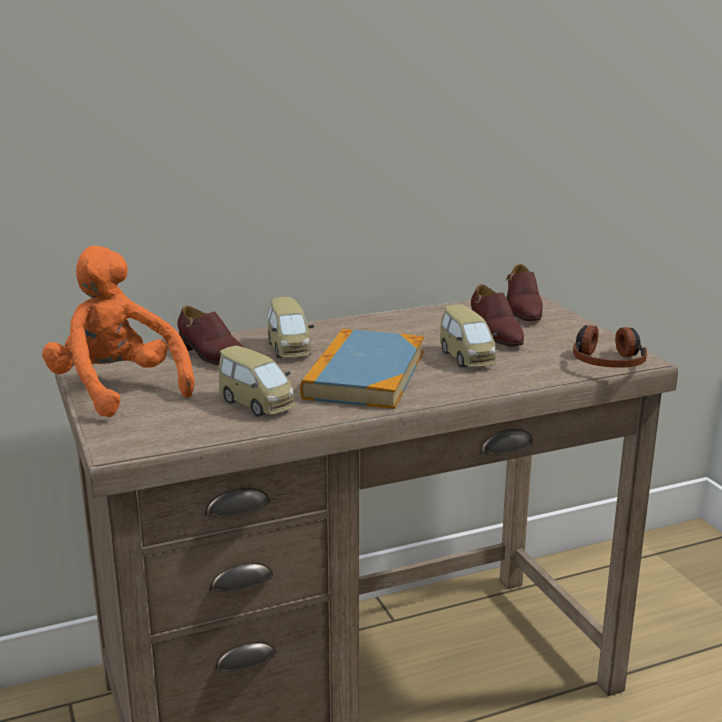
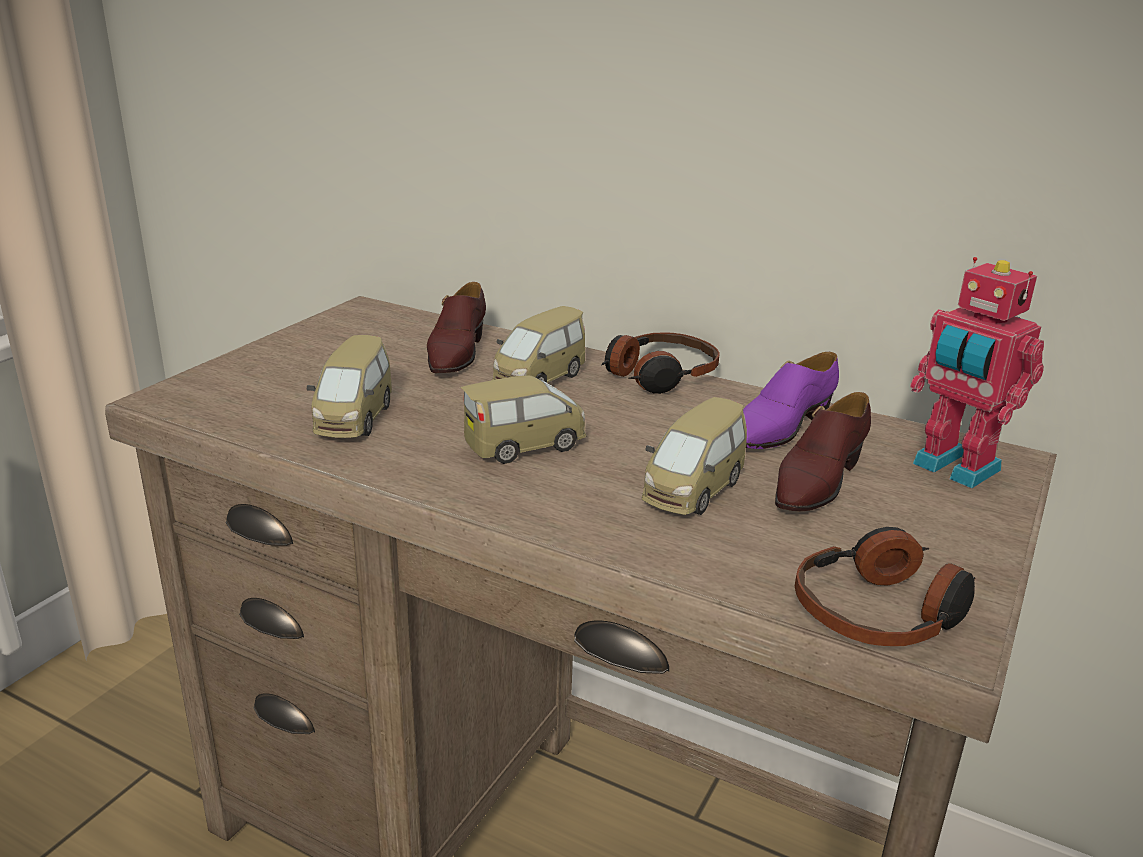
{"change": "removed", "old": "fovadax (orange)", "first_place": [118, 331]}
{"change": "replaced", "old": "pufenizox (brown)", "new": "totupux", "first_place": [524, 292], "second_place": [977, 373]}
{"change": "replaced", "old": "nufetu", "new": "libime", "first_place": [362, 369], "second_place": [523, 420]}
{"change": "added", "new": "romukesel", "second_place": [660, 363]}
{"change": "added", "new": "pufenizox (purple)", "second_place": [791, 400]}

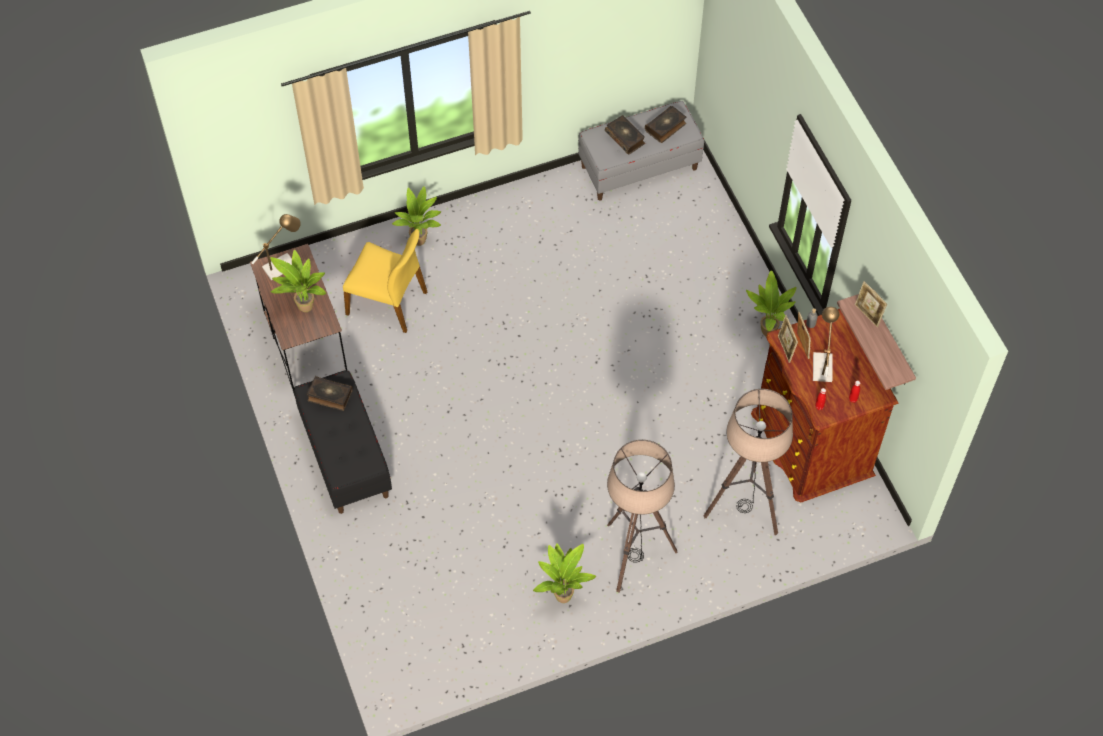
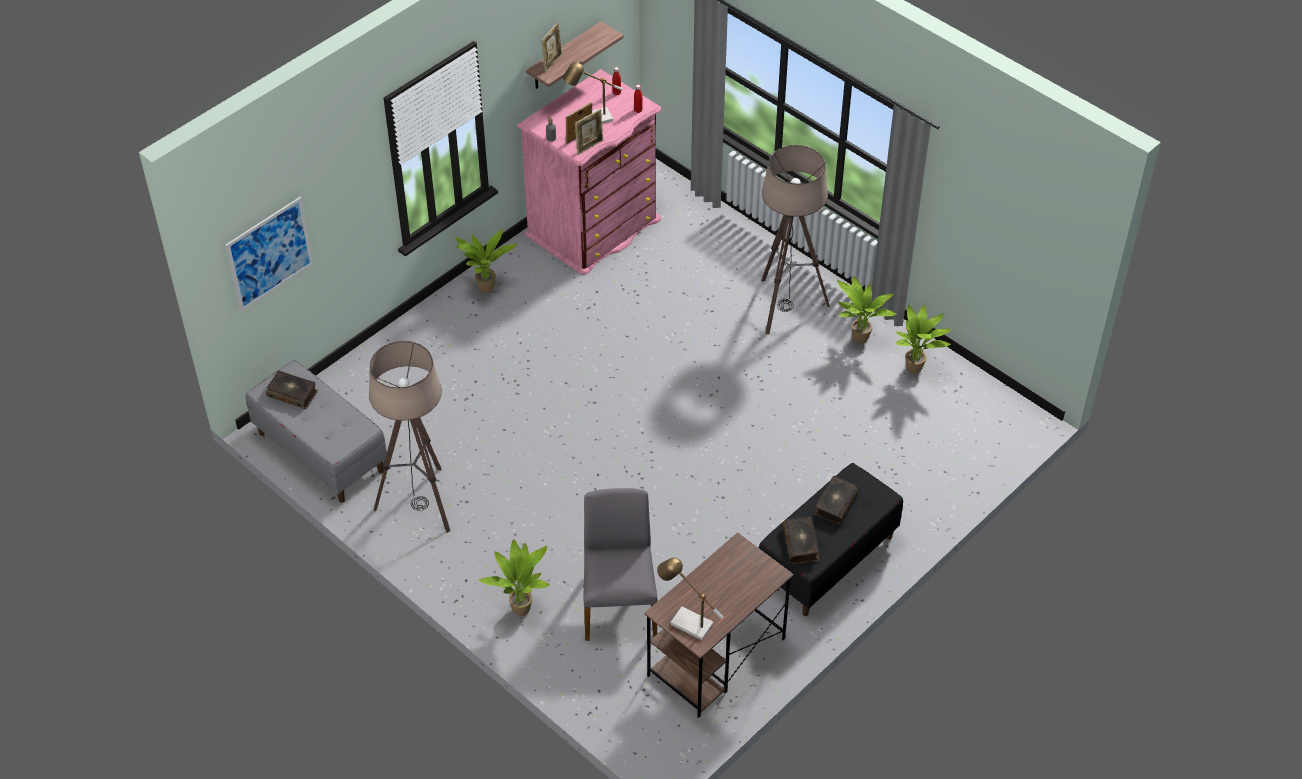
{"change": "moved", "old": "nufetu", "first_place": [625, 134], "second_place": [837, 500]}
{"change": "recoloured", "old": "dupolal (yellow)", "new": "dupolal (grey)", "first_place": [385, 281], "second_place": [620, 564]}
{"change": "moved", "old": "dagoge", "first_place": [298, 281], "second_place": [923, 339]}
{"change": "recoloured", "old": "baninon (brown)", "new": "baninon (pink)", "first_place": [825, 405], "second_place": [589, 172]}
{"change": "moved", "old": "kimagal", "first_place": [748, 462], "second_place": [409, 437]}
{"change": "added", "new": "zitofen", "second_place": [269, 254]}

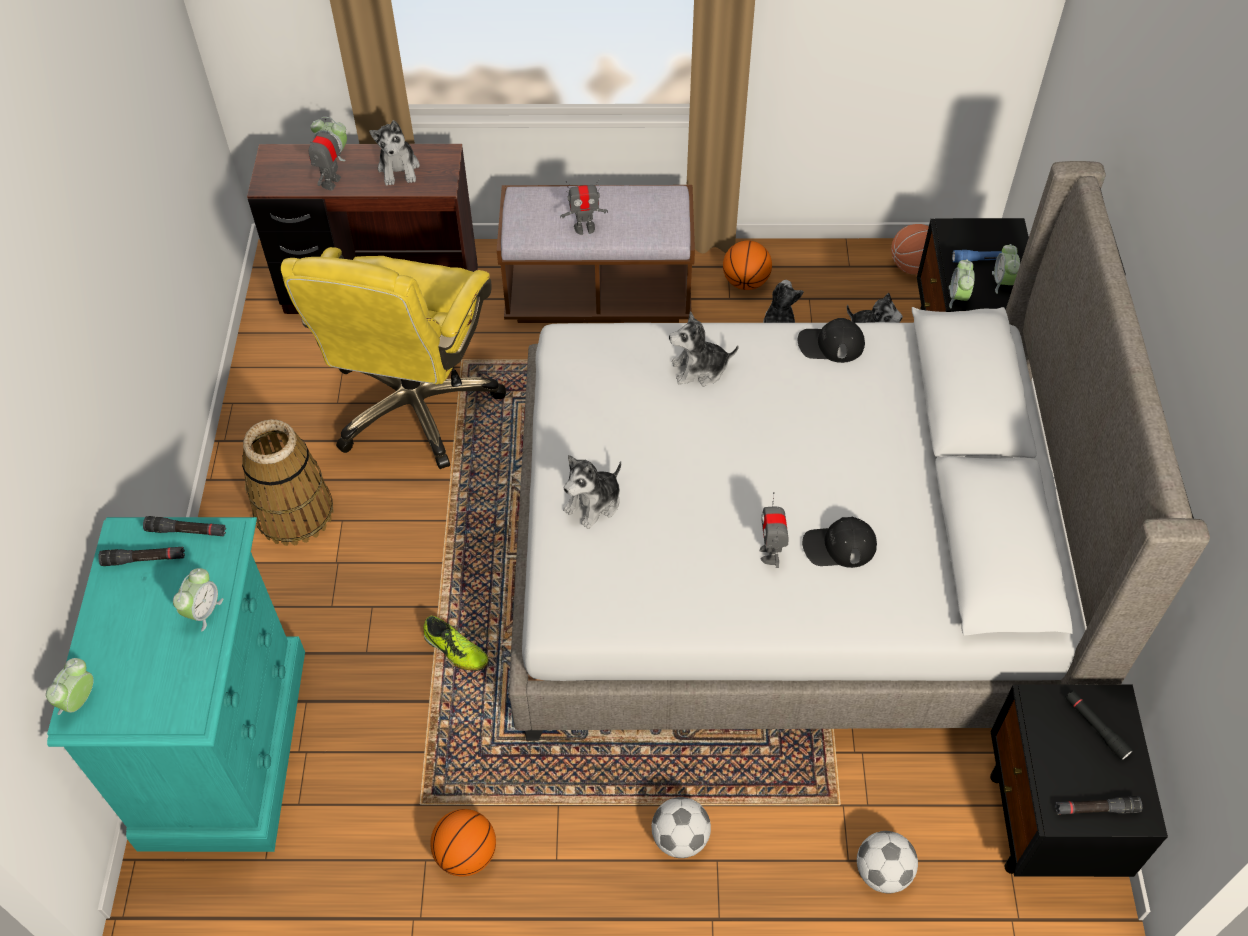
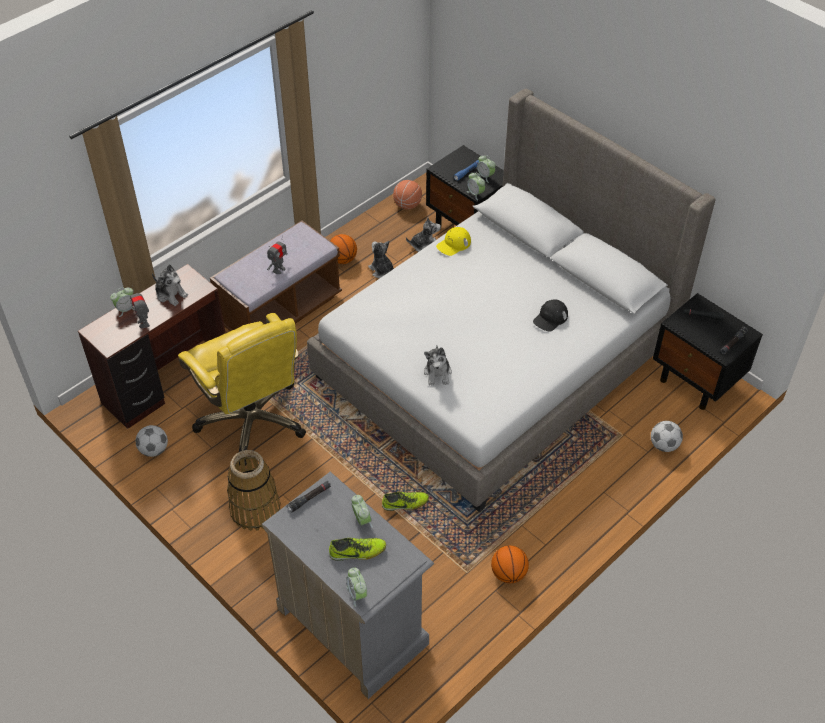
{"change": "removed", "old": "fovadax", "first_place": [704, 348]}
{"change": "recoloured", "old": "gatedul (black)", "new": "gatedul (yellow)", "first_place": [831, 340], "second_place": [453, 241]}
{"change": "removed", "old": "totupux", "first_place": [774, 530]}
{"change": "recoloured", "old": "baninon (turquoise)", "new": "baninon (grey)", "first_place": [176, 684], "second_place": [347, 585]}
{"change": "removed", "old": "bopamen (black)", "first_place": [141, 556]}
{"change": "moved", "old": "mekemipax", "first_place": [681, 827], "second_place": [151, 441]}
{"change": "added", "new": "pufenizox", "second_place": [357, 549]}

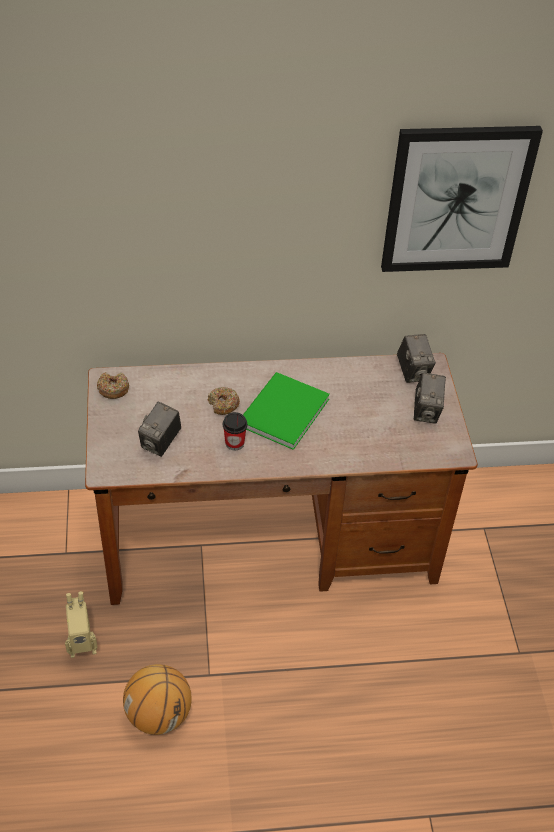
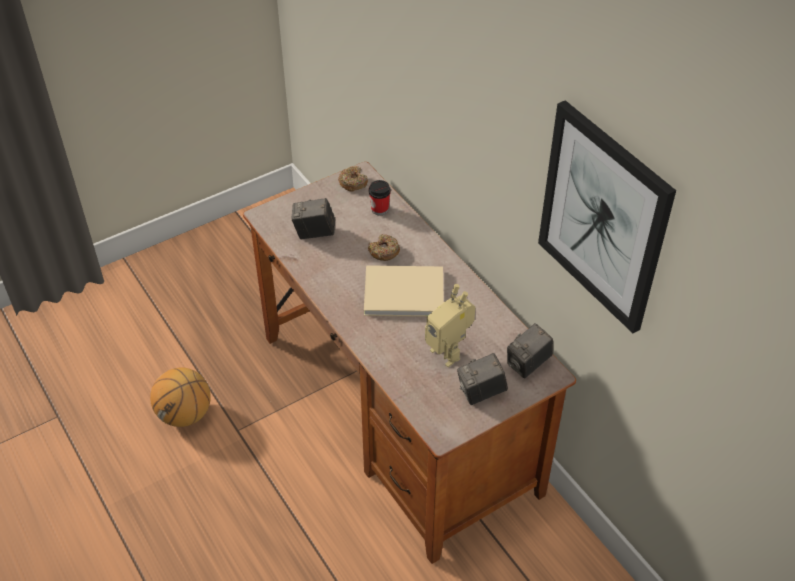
{"change": "recoloured", "old": "nufetu (green)", "new": "nufetu (beige)", "first_place": [286, 411], "second_place": [404, 291]}
{"change": "moved", "old": "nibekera", "first_place": [235, 431], "second_place": [380, 197]}
{"change": "moved", "old": "totupux", "first_place": [81, 624], "second_place": [450, 325]}

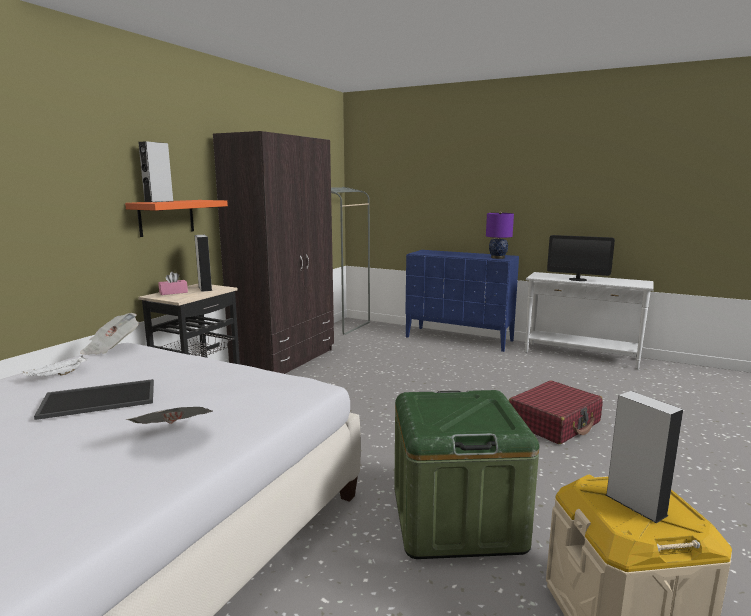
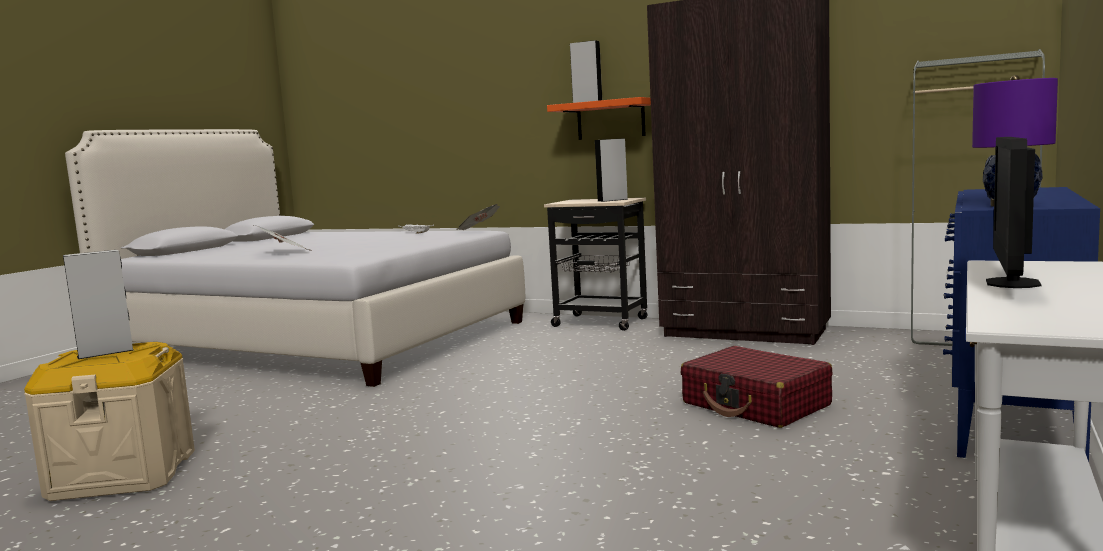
{"change": "removed", "old": "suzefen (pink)", "first_place": [173, 283]}
{"change": "removed", "old": "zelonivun", "first_place": [94, 399]}
{"change": "moved", "old": "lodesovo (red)", "first_place": [556, 412], "second_place": [757, 387]}
{"change": "removed", "old": "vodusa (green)", "first_place": [466, 474]}

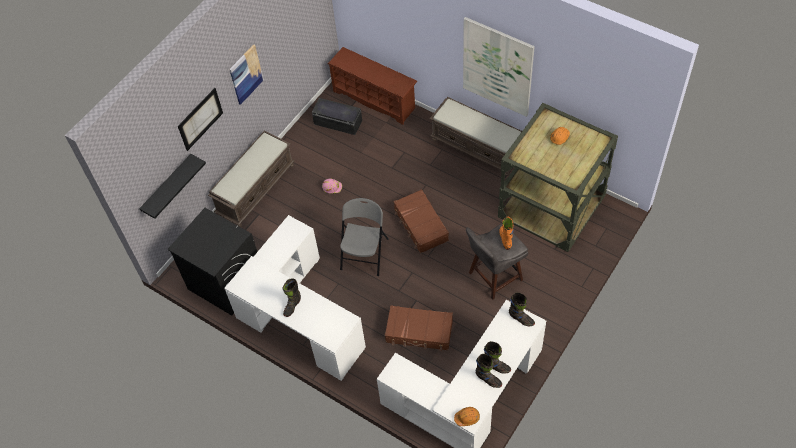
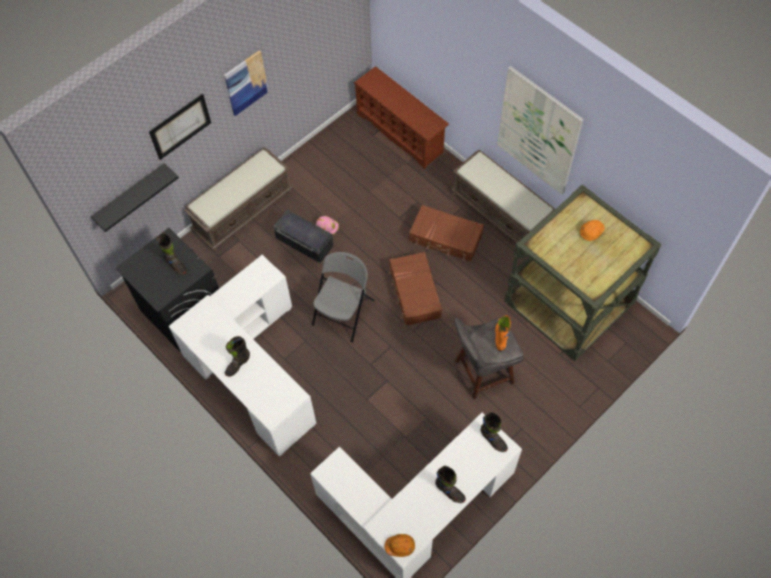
{"change": "moved", "old": "vodusa (black)", "first_place": [337, 116], "second_place": [303, 236]}
{"change": "moved", "old": "lodesovo (brown)", "first_place": [419, 328], "second_place": [446, 233]}
{"change": "moved", "old": "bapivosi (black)", "first_place": [489, 371], "second_place": [172, 253]}

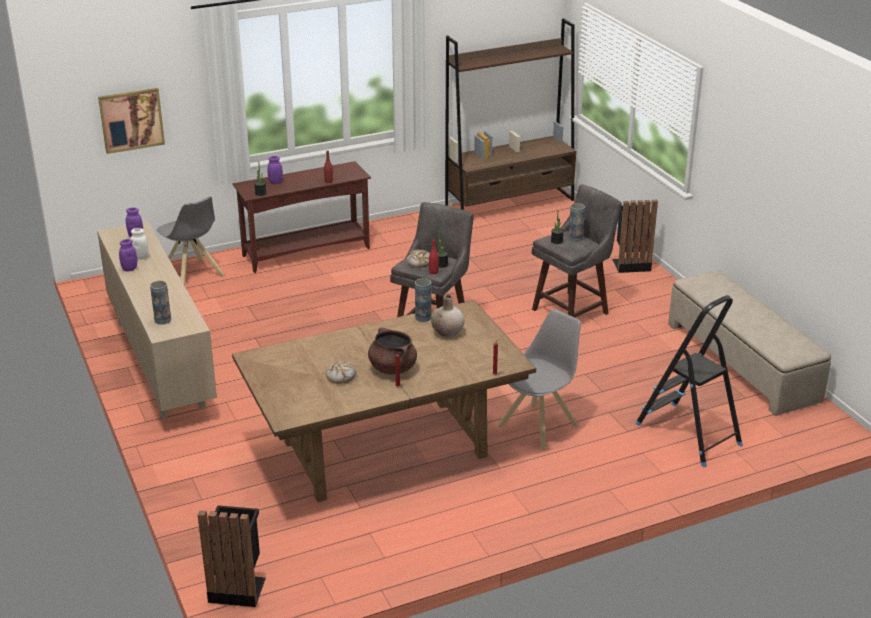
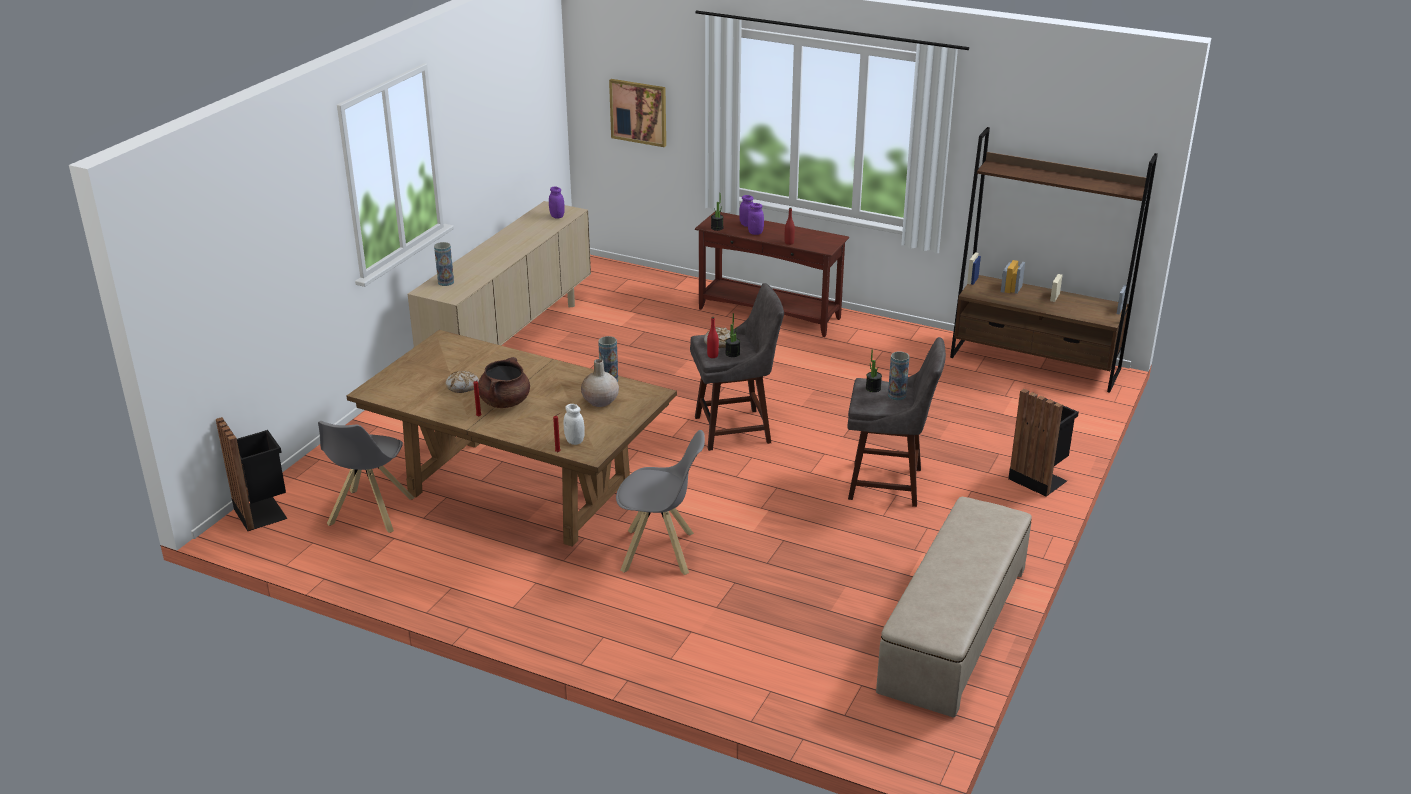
{"change": "moved", "old": "dupolal (grey)", "first_place": [191, 241], "second_place": [366, 477]}
{"change": "moved", "old": "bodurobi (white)", "first_place": [139, 244], "second_place": [574, 424]}
{"change": "moved", "old": "bodurobi (purple)", "first_place": [128, 255], "second_place": [756, 219]}
{"change": "removed", "old": "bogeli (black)", "first_place": [689, 381]}

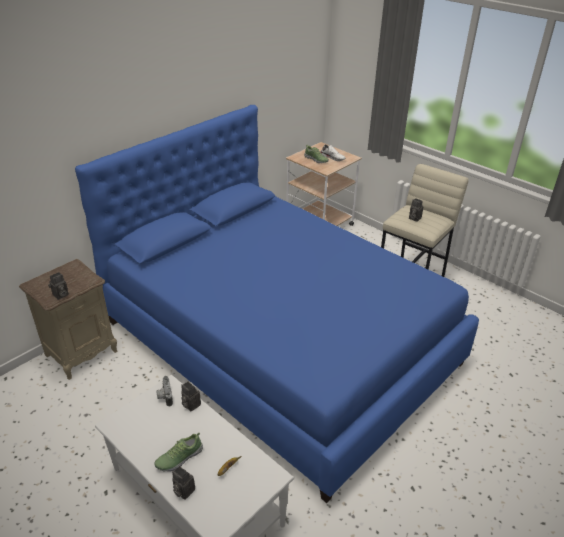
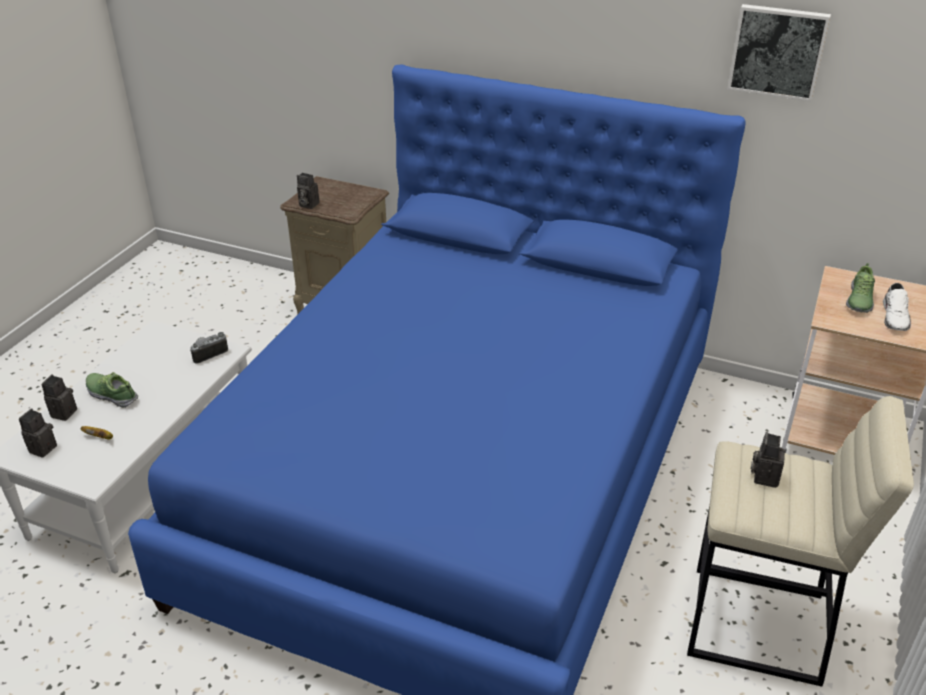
{"change": "moved", "old": "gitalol", "first_place": [191, 396], "second_place": [38, 433]}
{"change": "added", "new": "zitofen", "second_place": [779, 52]}

